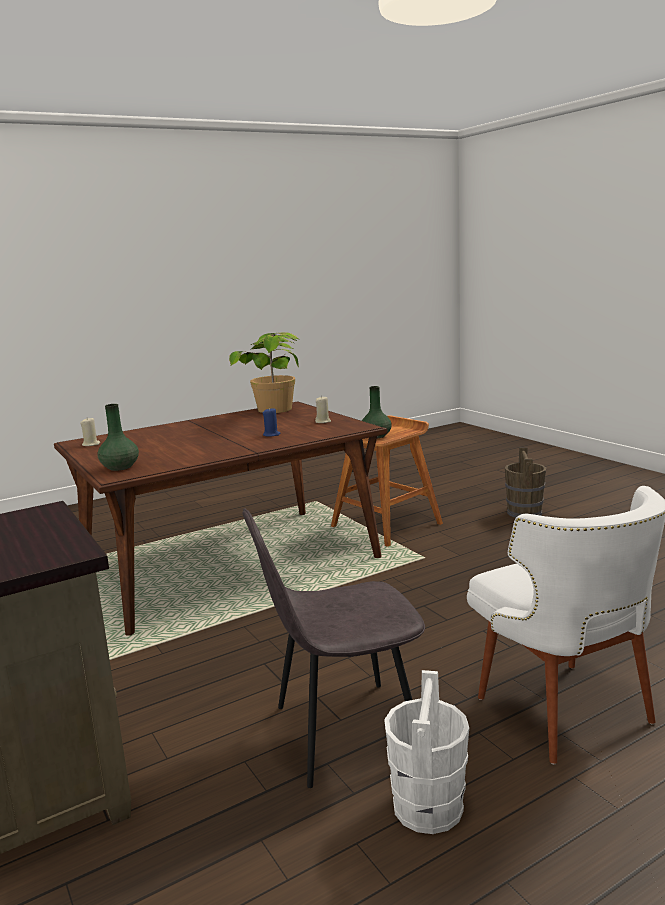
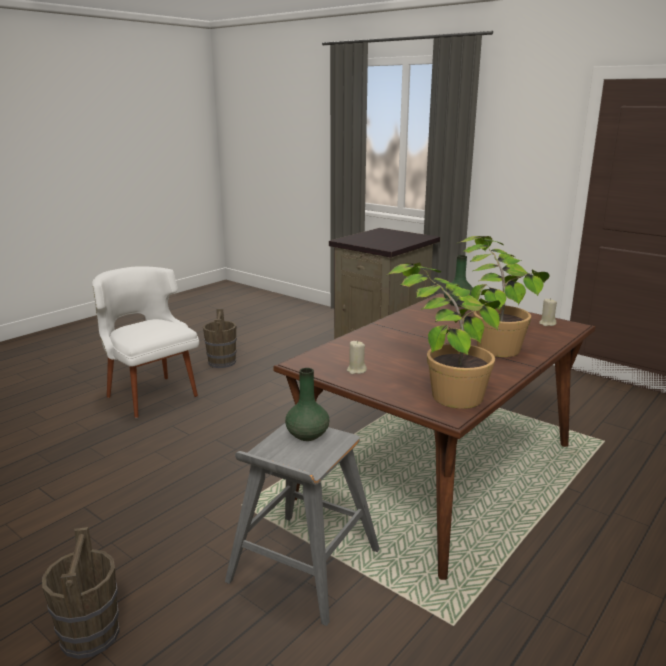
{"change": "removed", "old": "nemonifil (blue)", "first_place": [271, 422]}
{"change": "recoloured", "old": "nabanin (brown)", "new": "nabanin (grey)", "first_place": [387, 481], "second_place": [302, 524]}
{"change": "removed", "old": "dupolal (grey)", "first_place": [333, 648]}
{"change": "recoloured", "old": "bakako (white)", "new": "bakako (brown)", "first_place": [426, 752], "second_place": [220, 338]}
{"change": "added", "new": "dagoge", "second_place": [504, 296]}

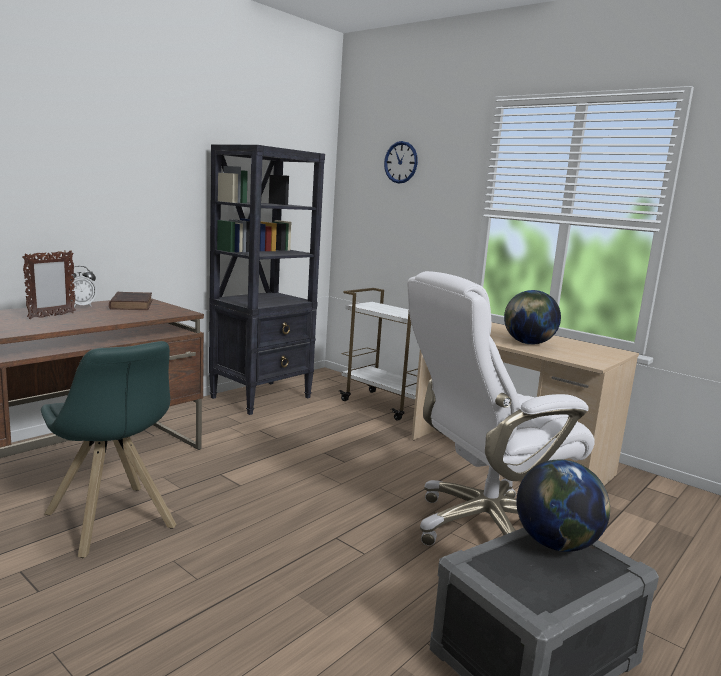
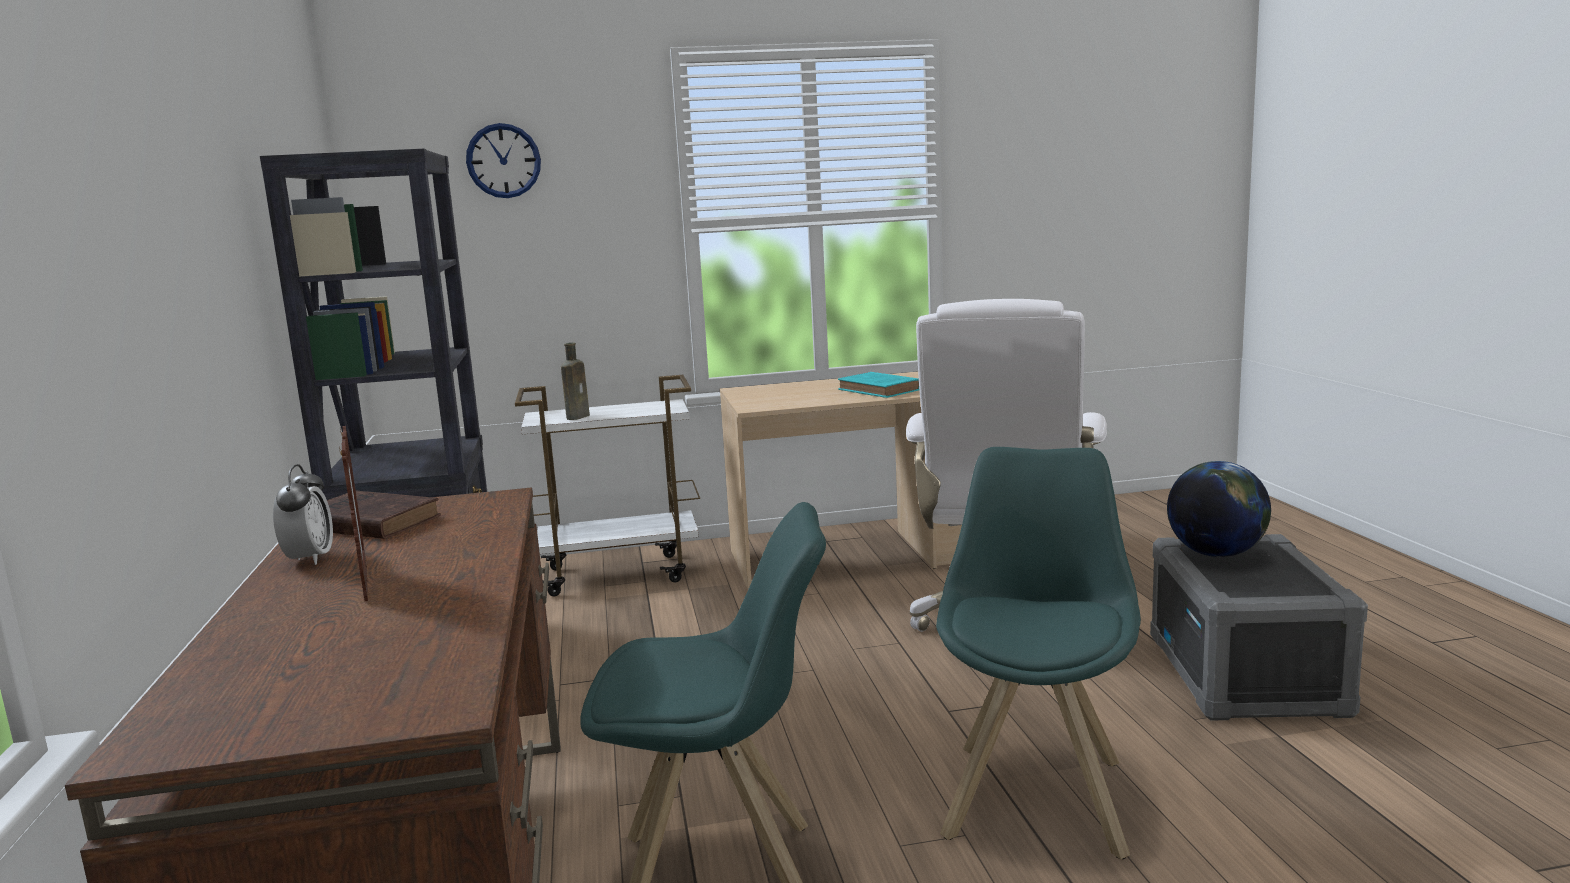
{"change": "replaced", "old": "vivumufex", "new": "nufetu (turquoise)", "first_place": [532, 317], "second_place": [878, 385]}
{"change": "added", "new": "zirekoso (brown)", "second_place": [575, 381]}
{"change": "added", "new": "dupolal (turquoise)", "second_place": [1038, 653]}

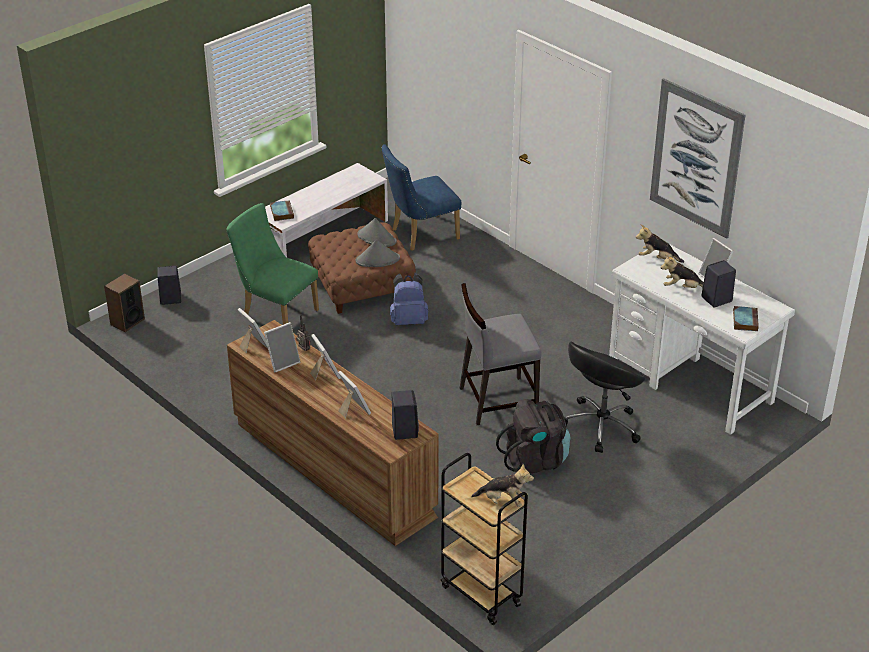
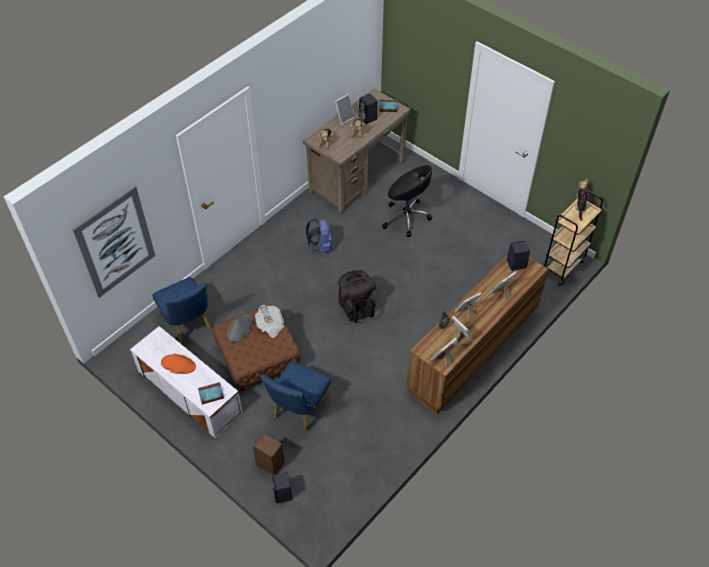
{"change": "moved", "old": "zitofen", "first_place": [697, 158], "second_place": [113, 242]}
{"change": "recoloured", "old": "dupolal (green)", "new": "dupolal (blue)", "first_place": [272, 264], "second_place": [295, 397]}
{"change": "replaced", "old": "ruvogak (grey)", "new": "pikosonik", "first_place": [377, 253], "second_place": [270, 321]}
{"change": "recoloured", "old": "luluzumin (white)", "new": "luluzumin (brown)", "first_place": [702, 339], "second_place": [356, 151]}
{"change": "moved", "old": "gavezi", "first_place": [124, 302], "second_place": [269, 454]}
{"change": "moved", "old": "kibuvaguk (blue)", "first_place": [409, 299], "second_place": [319, 235]}
{"change": "removed", "old": "dupolal (grey)", "first_place": [501, 354]}
{"change": "moved", "old": "kibuvaguk (black)", "first_place": [533, 436], "second_place": [357, 296]}
{"change": "added", "new": "ruvogak (orange)", "second_place": [178, 363]}

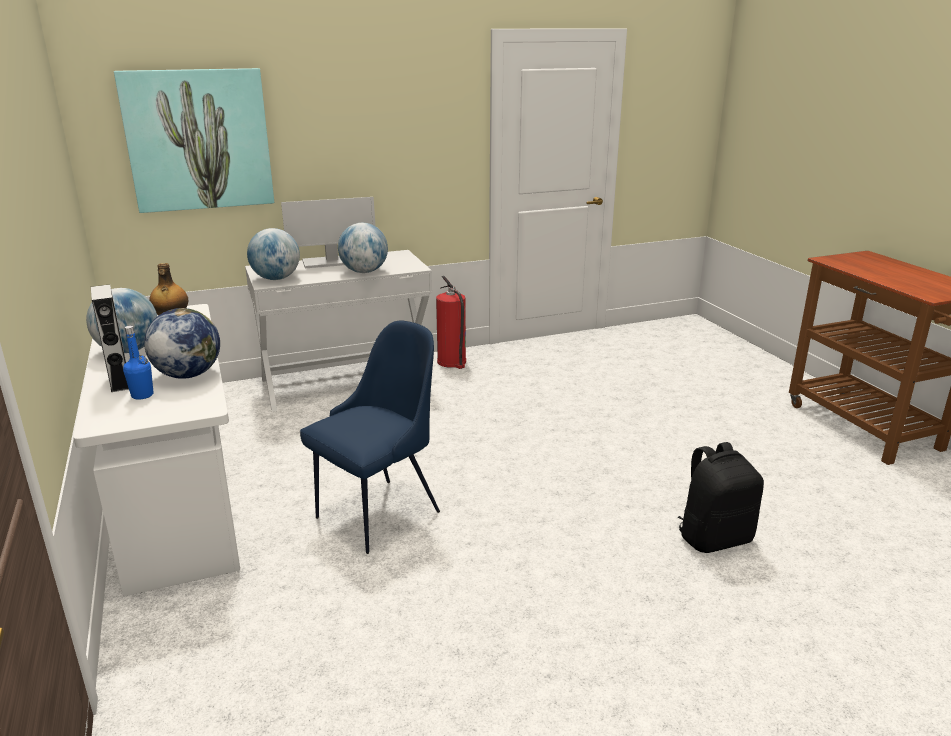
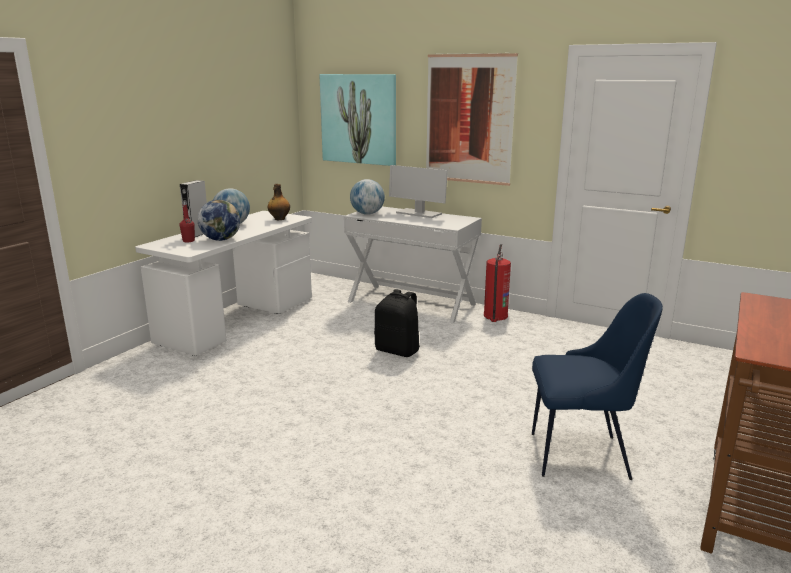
{"change": "removed", "old": "vivumufex", "first_place": [363, 248]}
{"change": "moved", "old": "dupolal (blue)", "first_place": [370, 437], "second_place": [597, 386]}
{"change": "recoloured", "old": "zirekoso (blue)", "new": "zirekoso (red)", "first_place": [138, 363], "second_place": [187, 222]}
{"change": "moved", "old": "kibuvaguk (black)", "first_place": [721, 497], "second_place": [397, 323]}
{"change": "added", "new": "zitofen", "second_place": [472, 119]}

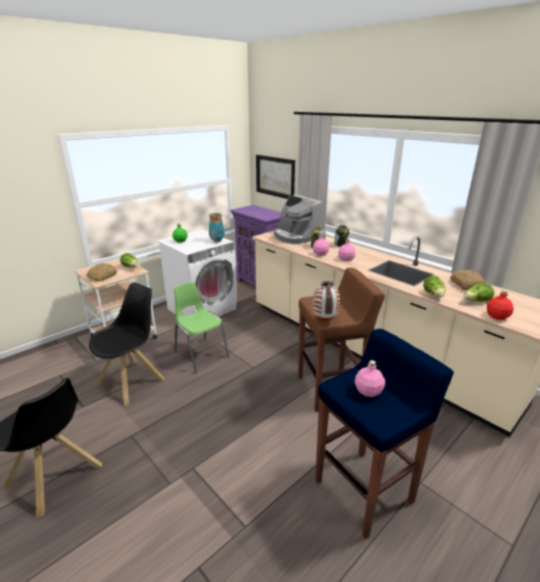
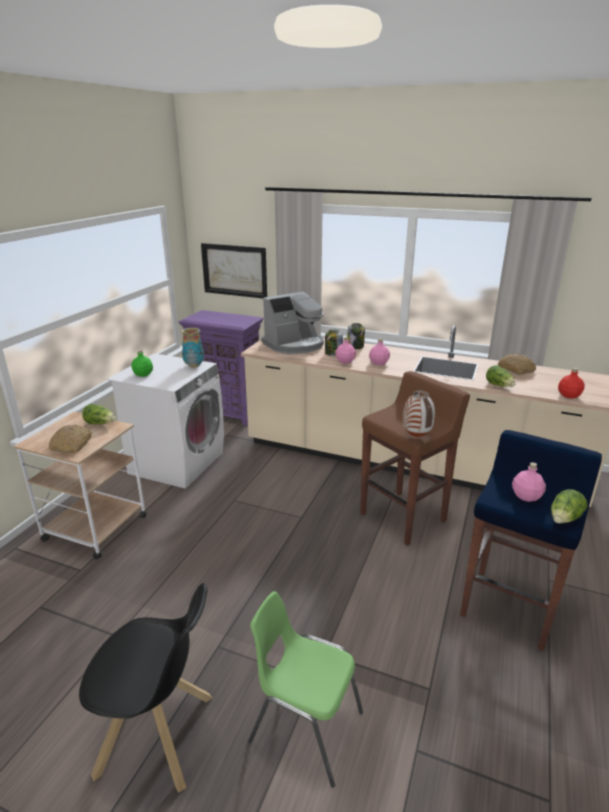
{"change": "turned", "old": "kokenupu", "first_place": [298, 219], "second_place": [292, 322], "degrees": -60}
{"change": "removed", "old": "dupolal (black)", "first_place": [127, 344]}
{"change": "moved", "old": "dupolal (green)", "first_place": [201, 327], "second_place": [305, 689]}
{"change": "moved", "old": "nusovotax", "first_place": [479, 292], "second_place": [569, 506]}

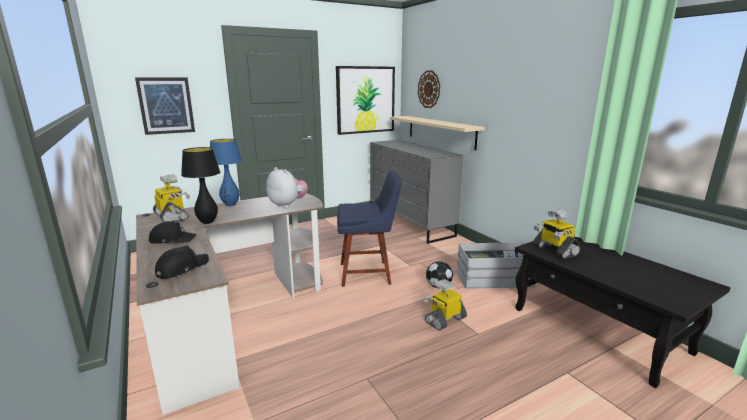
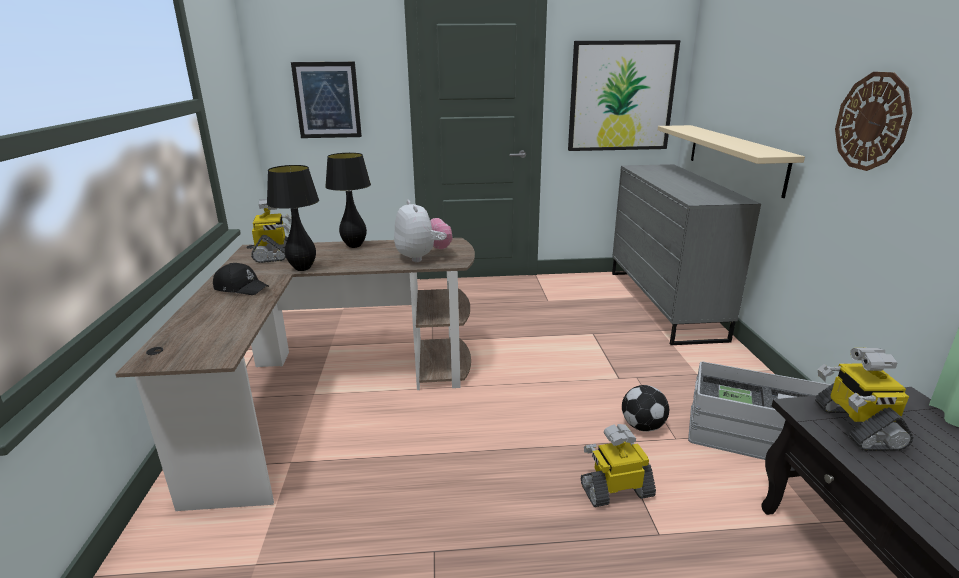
{"change": "moved", "old": "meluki", "first_place": [429, 89], "second_place": [873, 121]}
{"change": "recoloured", "old": "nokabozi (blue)", "new": "nokabozi (black)", "first_place": [226, 172], "second_place": [348, 200]}
{"change": "removed", "old": "dupolal (blue)", "first_place": [369, 228]}
{"change": "removed", "old": "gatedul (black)", "first_place": [182, 262]}

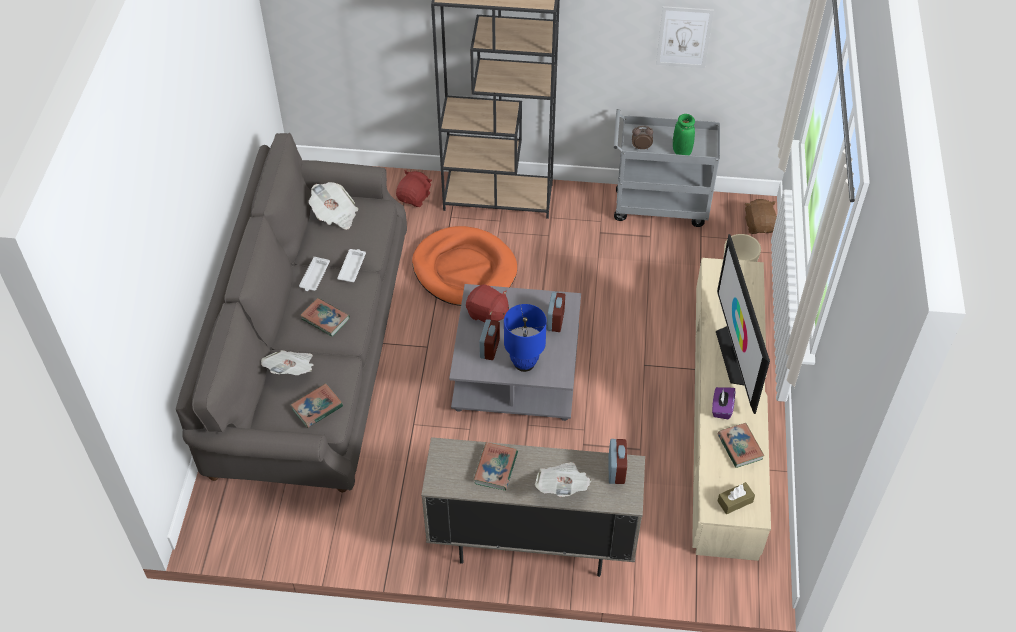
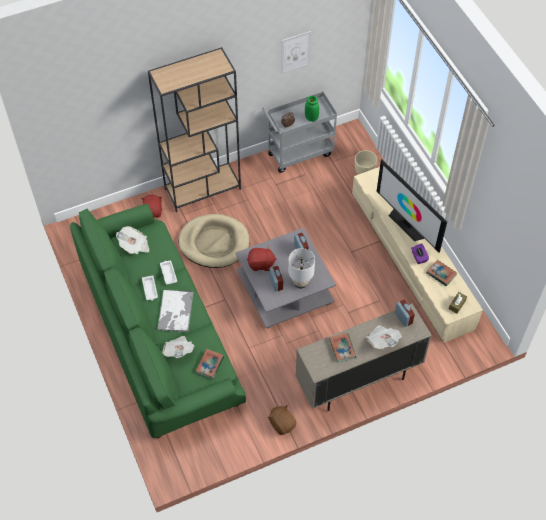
{"change": "recoloured", "old": "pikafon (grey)", "new": "pikafon (green)", "first_place": [291, 312], "second_place": [158, 321]}
{"change": "moved", "old": "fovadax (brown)", "first_place": [761, 216], "second_place": [282, 420]}
{"change": "recoloured", "old": "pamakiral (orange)", "new": "pamakiral (beige)", "first_place": [464, 266], "second_place": [213, 241]}
{"change": "replaced", "old": "nufetu", "new": "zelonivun", "first_place": [325, 317], "second_place": [175, 311]}
{"change": "recoloured", "old": "nokabozi (blue)", "new": "nokabozi (white)", "first_place": [525, 338], "second_place": [301, 268]}

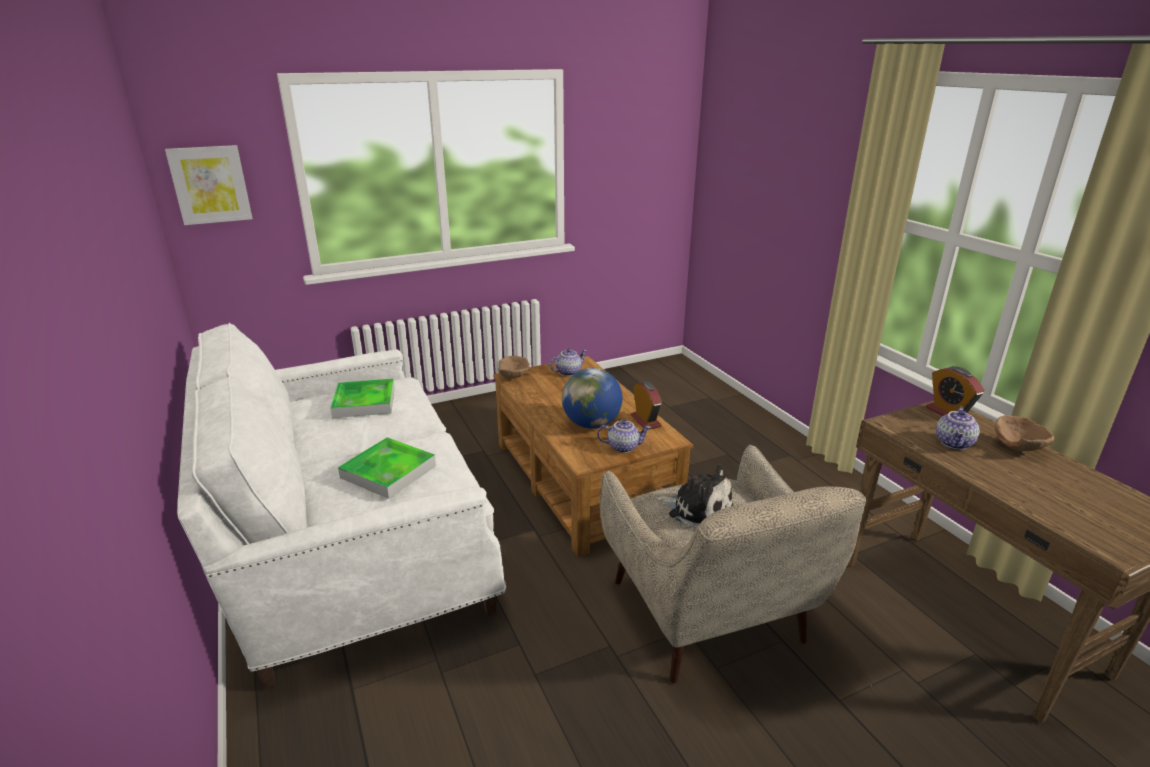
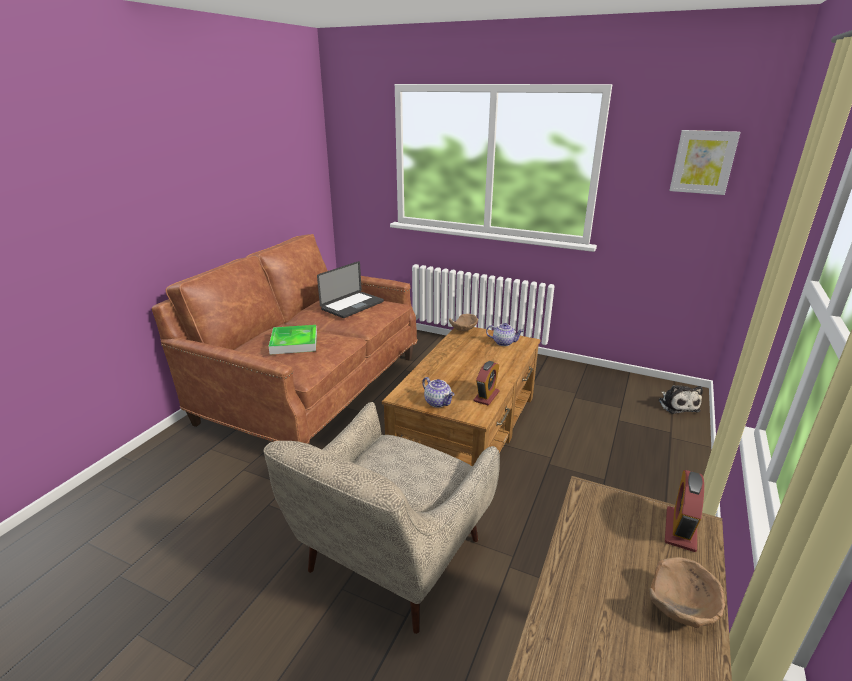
{"change": "moved", "old": "zitofen", "first_place": [209, 185], "second_place": [704, 162]}
{"change": "recoloured", "old": "pikafon (white)", "new": "pikafon (brown)", "first_place": [341, 506], "second_place": [285, 339]}
{"change": "removed", "old": "vivumufex", "first_place": [592, 398]}
{"change": "replaced", "old": "zelonivun", "new": "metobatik", "first_place": [362, 398], "second_place": [350, 289]}
{"change": "removed", "old": "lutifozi", "first_place": [958, 428]}
{"change": "moved", "old": "fovadax", "first_place": [694, 497], "second_place": [681, 399]}

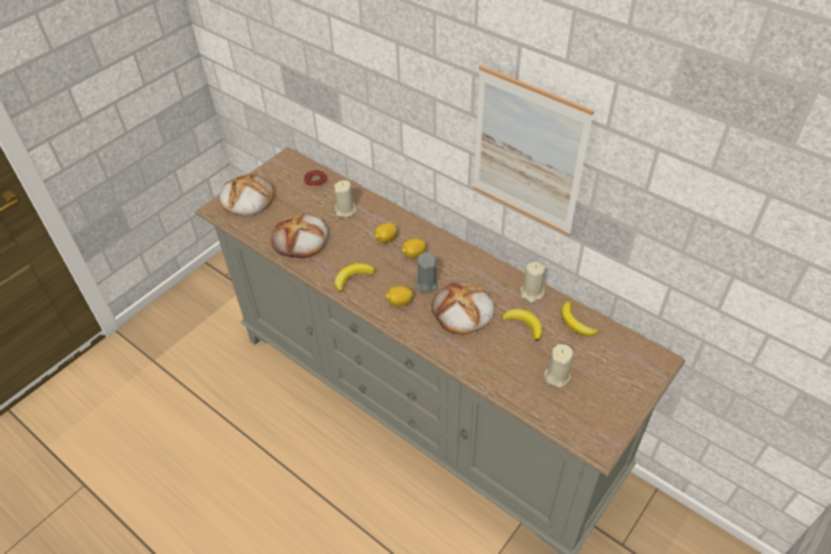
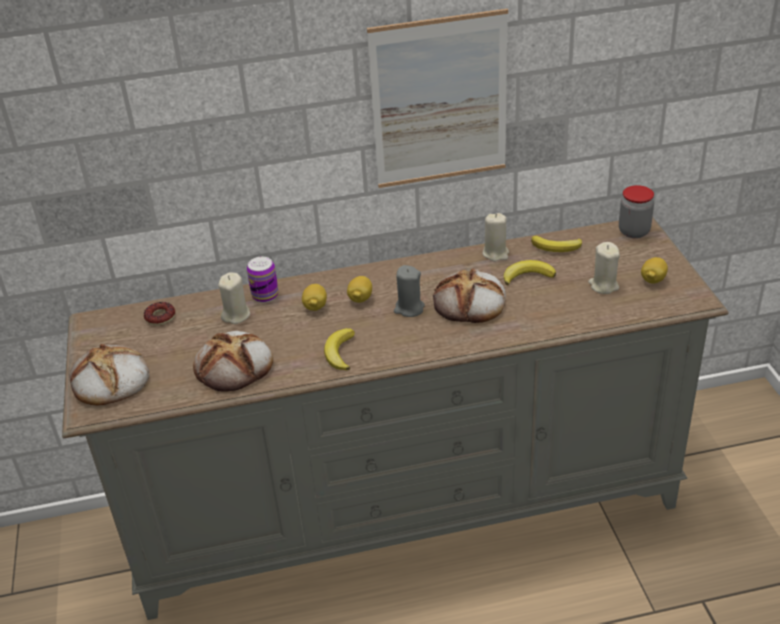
{"change": "moved", "old": "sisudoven", "first_place": [399, 296], "second_place": [654, 270]}
{"change": "added", "new": "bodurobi", "second_place": [636, 211]}
{"change": "added", "new": "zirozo", "second_place": [262, 279]}

